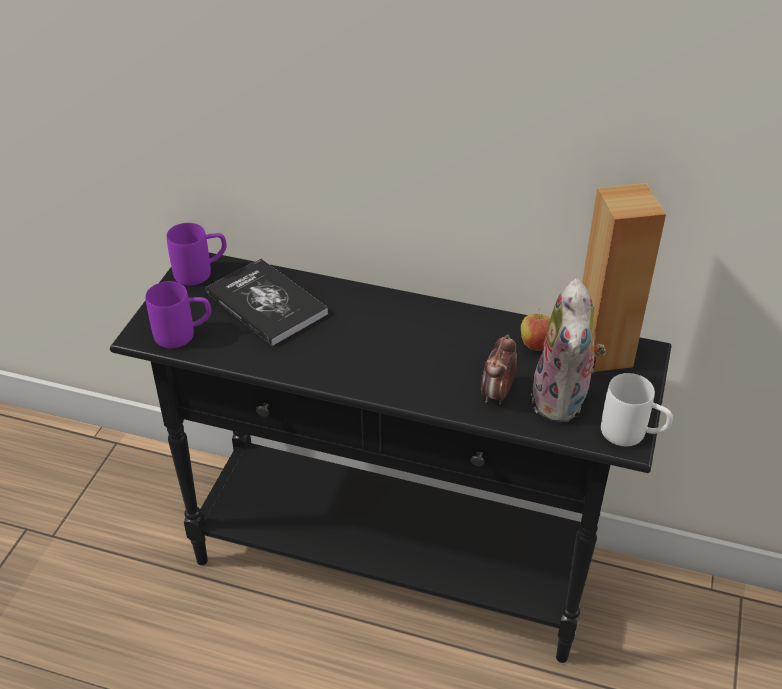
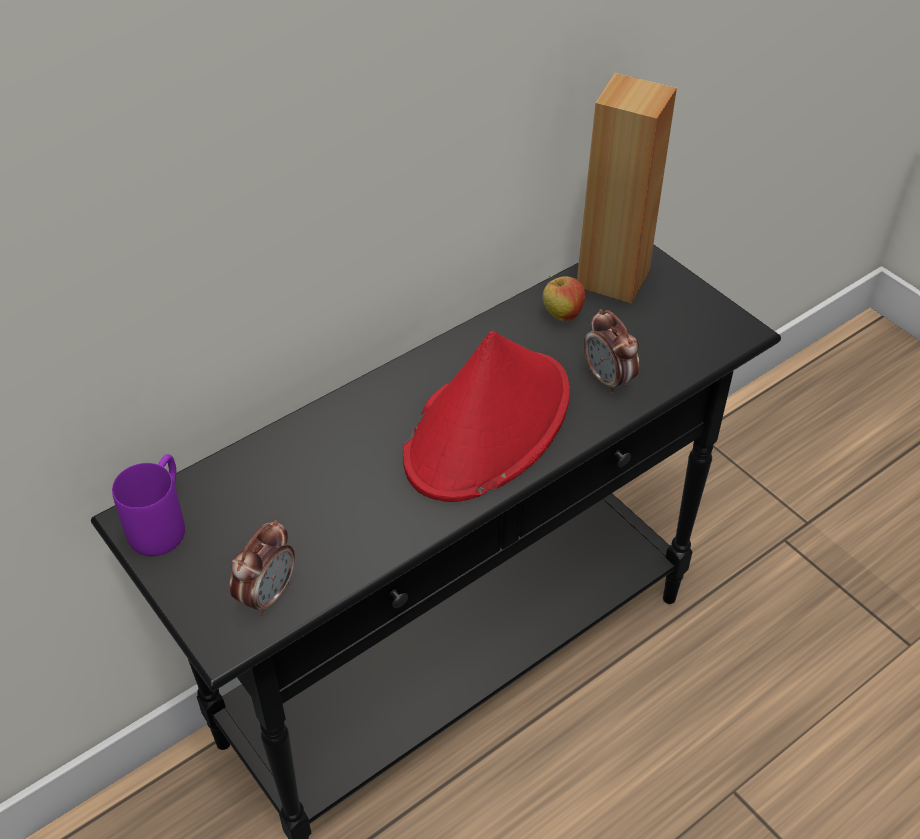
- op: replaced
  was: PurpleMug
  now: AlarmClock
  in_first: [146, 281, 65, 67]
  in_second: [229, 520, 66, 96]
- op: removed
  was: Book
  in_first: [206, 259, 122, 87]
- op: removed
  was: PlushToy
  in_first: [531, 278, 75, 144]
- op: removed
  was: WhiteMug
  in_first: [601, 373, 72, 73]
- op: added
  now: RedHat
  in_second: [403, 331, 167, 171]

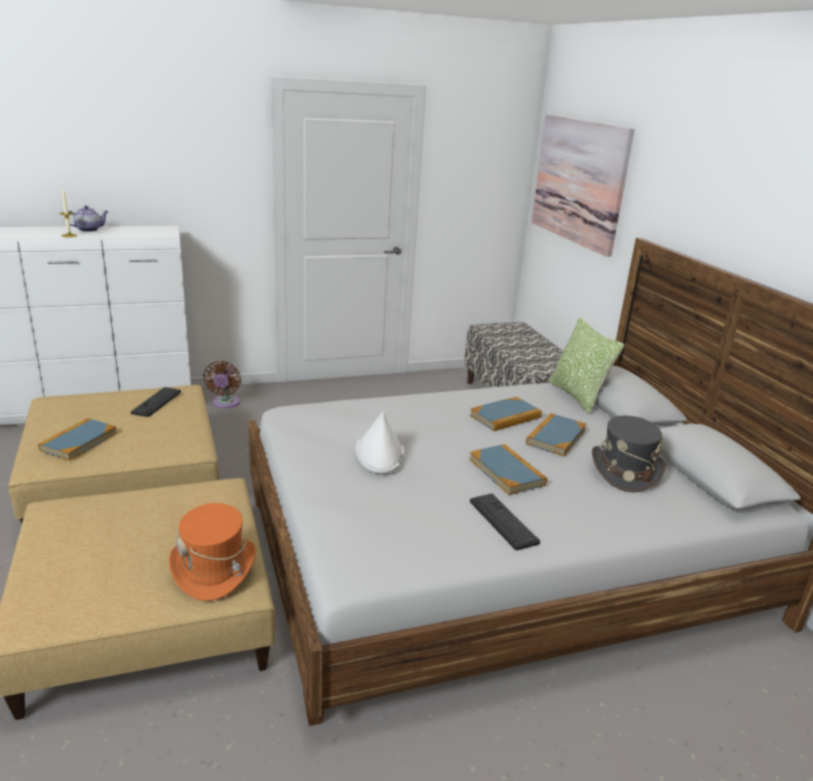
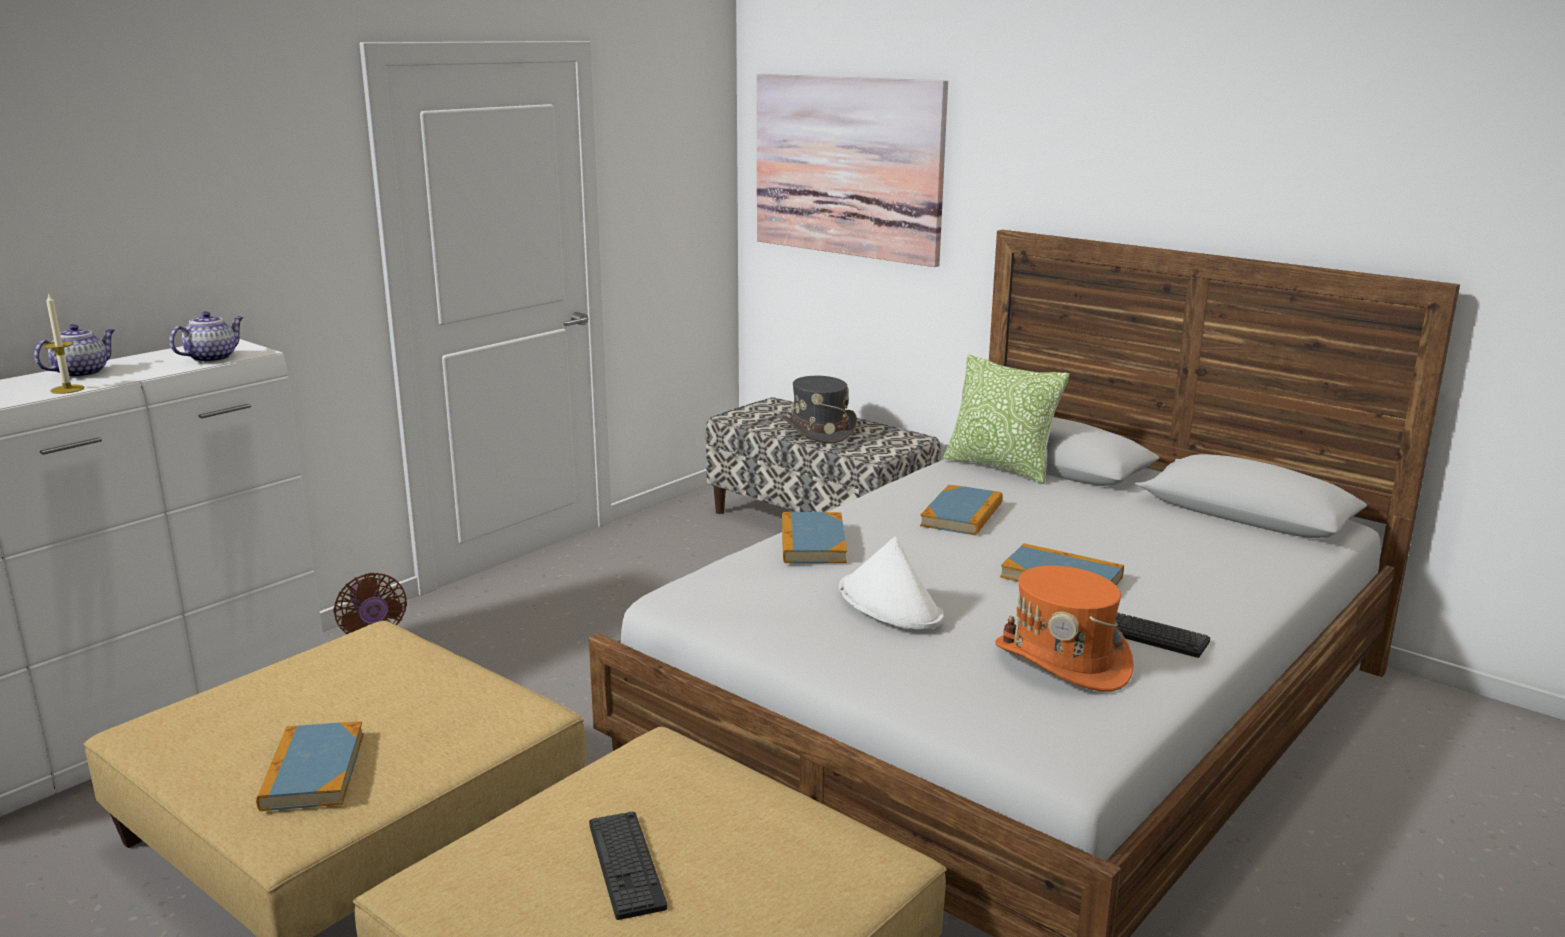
- op: moved
  was: Keyboard
  in_first: [131, 387, 50, 30]
  in_second: [589, 811, 78, 109]
- op: moved
  was: OrangeHat
  in_first: [169, 503, 87, 98]
  in_second: [995, 565, 139, 126]
- op: moved
  was: Book
  in_first: [526, 413, 61, 44]
  in_second: [782, 512, 65, 51]
- op: moved
  was: GreyHat
  in_first: [592, 416, 74, 76]
  in_second: [782, 376, 75, 68]
- op: added
  now: Teapot
  in_second: [169, 311, 75, 52]

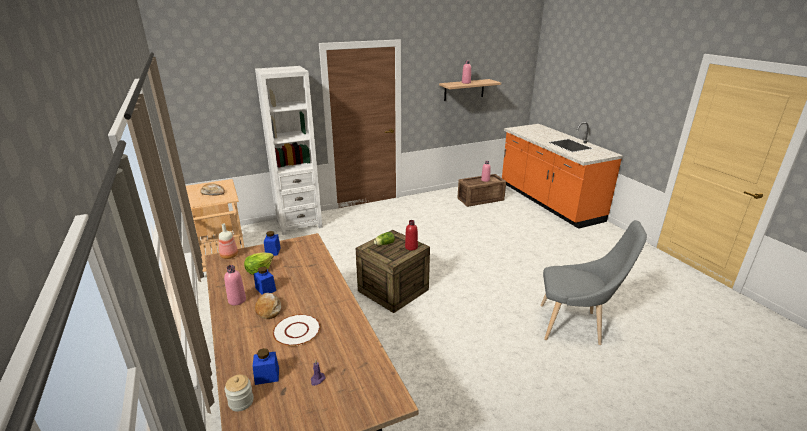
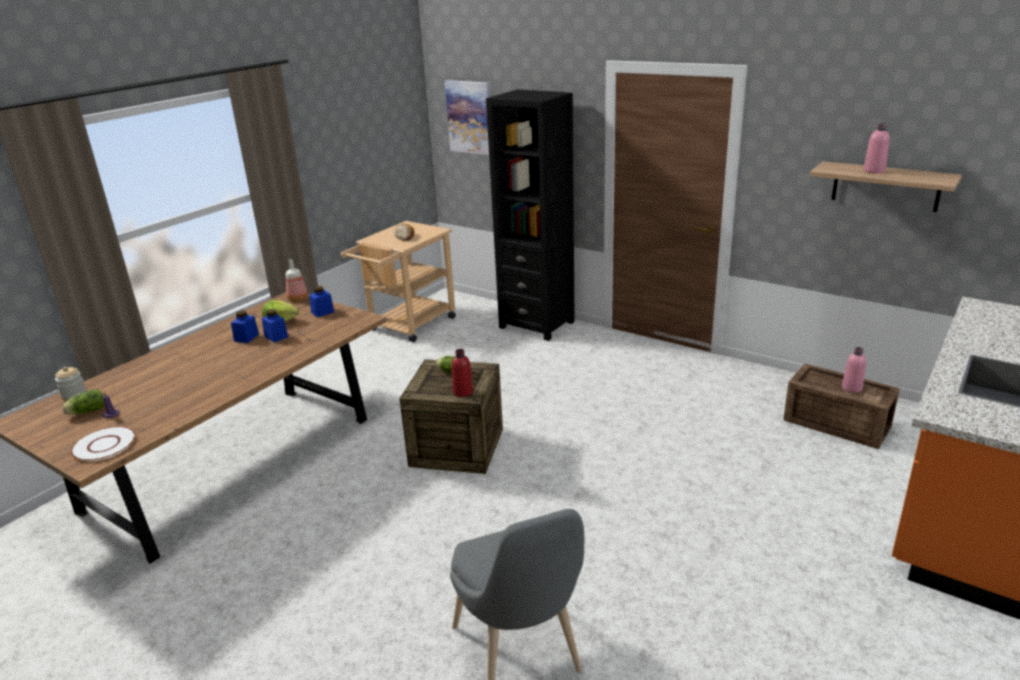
- op: removed
  was: PinkBottle
  in_first: [224, 265, 22, 41]
- op: moved
  was: BlueJar
  in_first: [252, 348, 27, 37]
  in_second: [262, 309, 26, 33]
- op: recoloured
  was: WhiteBookcase
  now: BlackBookcase
  in_first: [255, 66, 68, 169]
  in_second: [486, 89, 89, 252]
- op: removed
  was: Bread
  in_first: [255, 293, 26, 26]
- op: moved
  was: WhitePlate
  in_first: [273, 314, 47, 32]
  in_second: [70, 426, 66, 35]
- op: added
  now: Lettuce
  in_second: [62, 389, 43, 26]
- op: added
  now: Picture
  in_second: [445, 80, 45, 75]

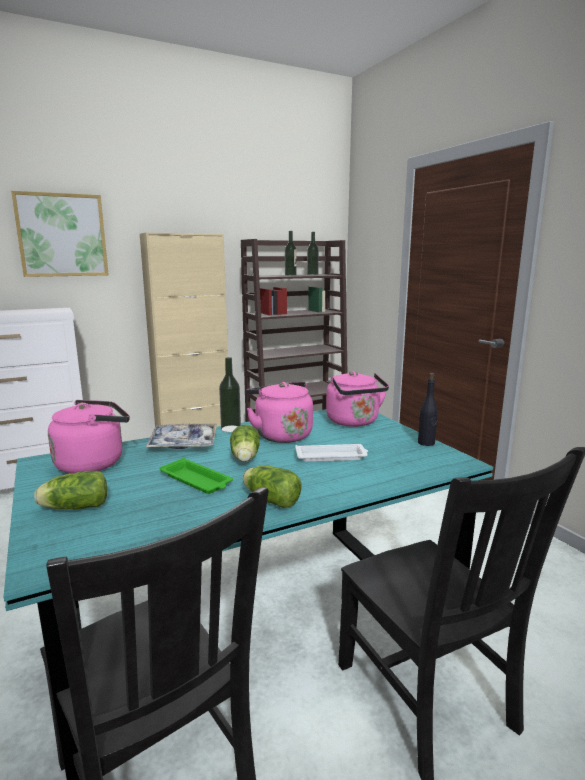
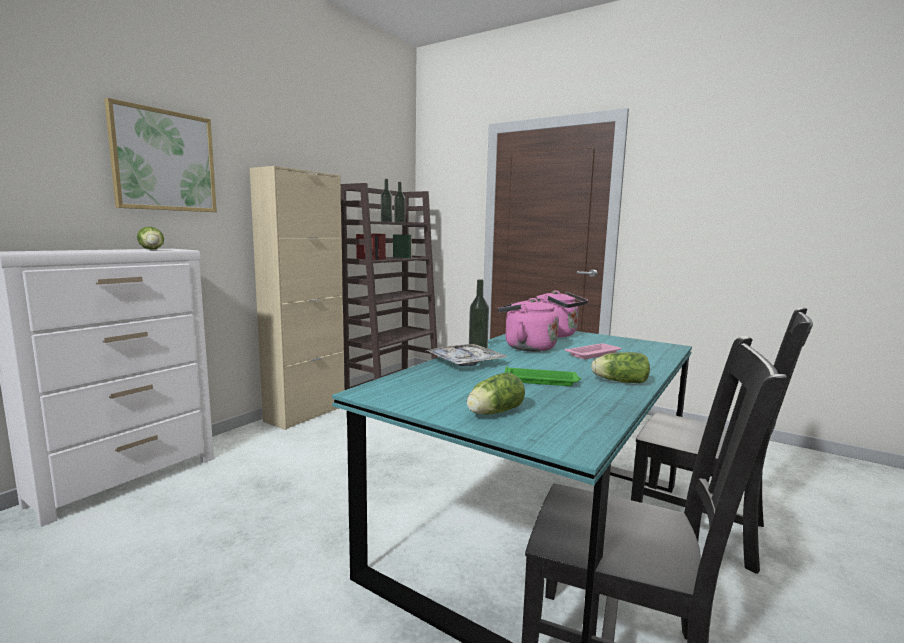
- op: removed
  was: PinkKettle
  in_first: [48, 400, 82, 73]
- op: moved
  was: Lettuce
  in_first: [230, 425, 30, 37]
  in_second: [137, 227, 27, 23]
- op: recoloured
  was: WhiteTray
  now: PinkTray
  in_first: [295, 444, 73, 18]
  in_second: [565, 343, 57, 16]
- op: removed
  was: BlackBottle
  in_first: [418, 373, 20, 73]

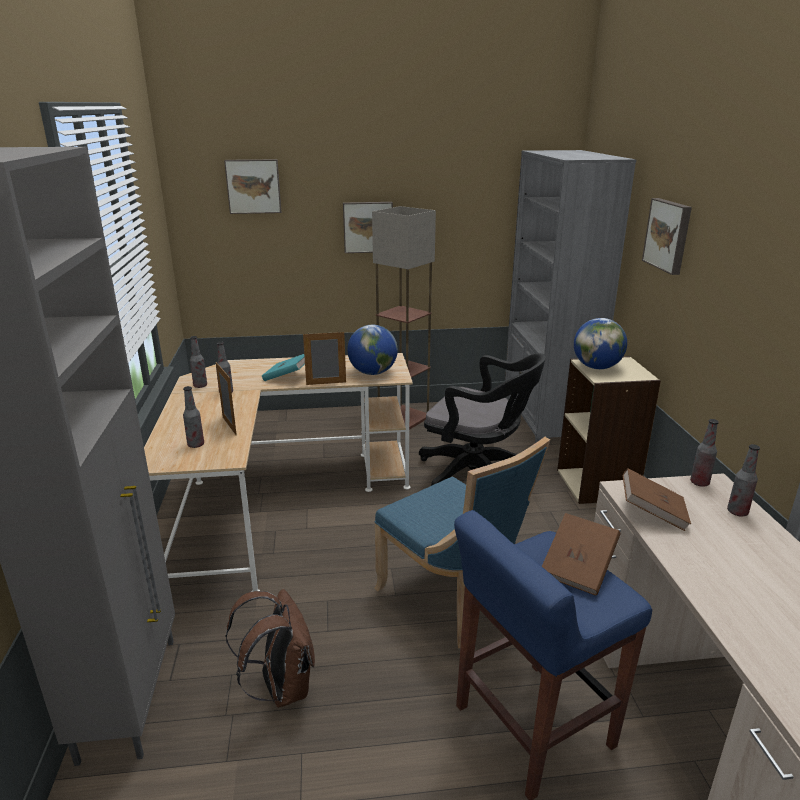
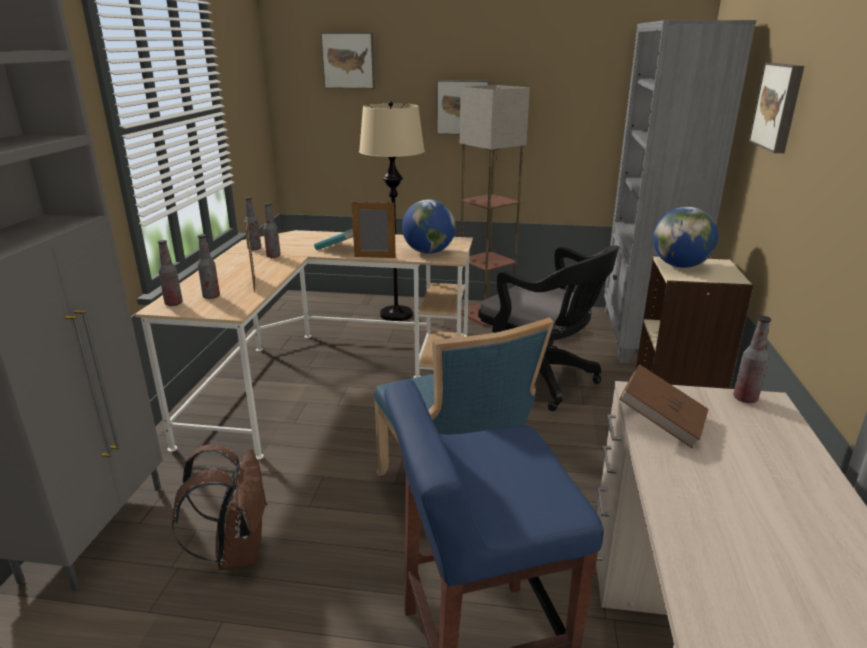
- op: removed
  was: BrownBook
  in_first: [542, 513, 78, 83]
- op: moved
  was: Bottle
  in_first: [727, 444, 33, 72]
  in_second: [158, 240, 25, 66]
- op: added
  now: BeigeFloorLamp
  in_second: [359, 101, 66, 220]

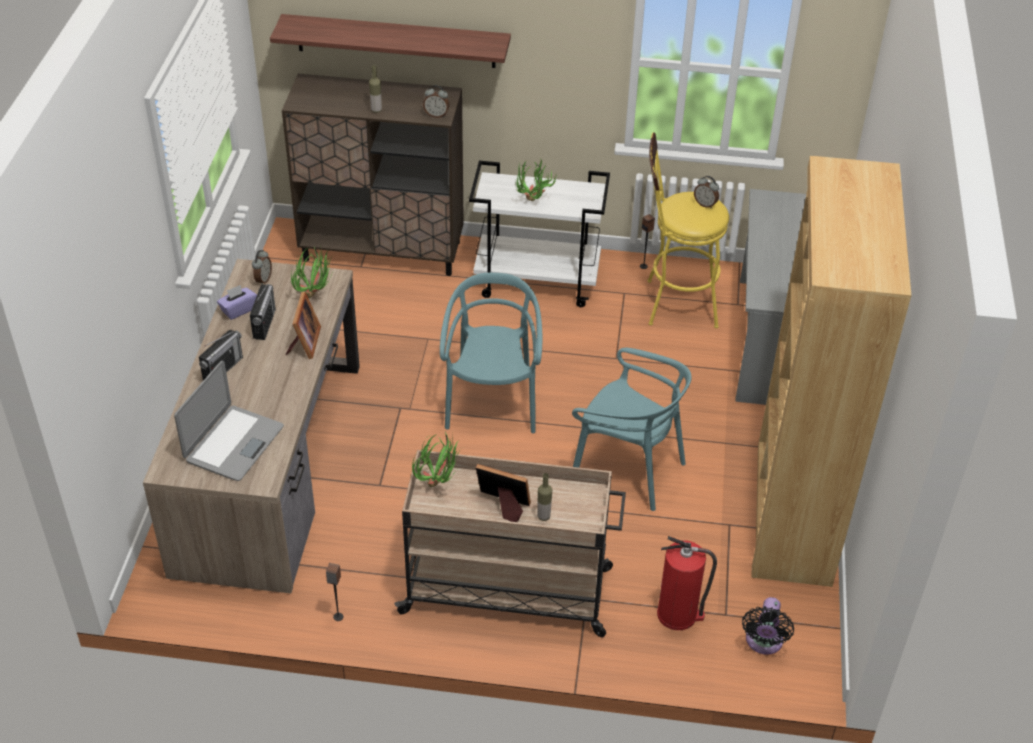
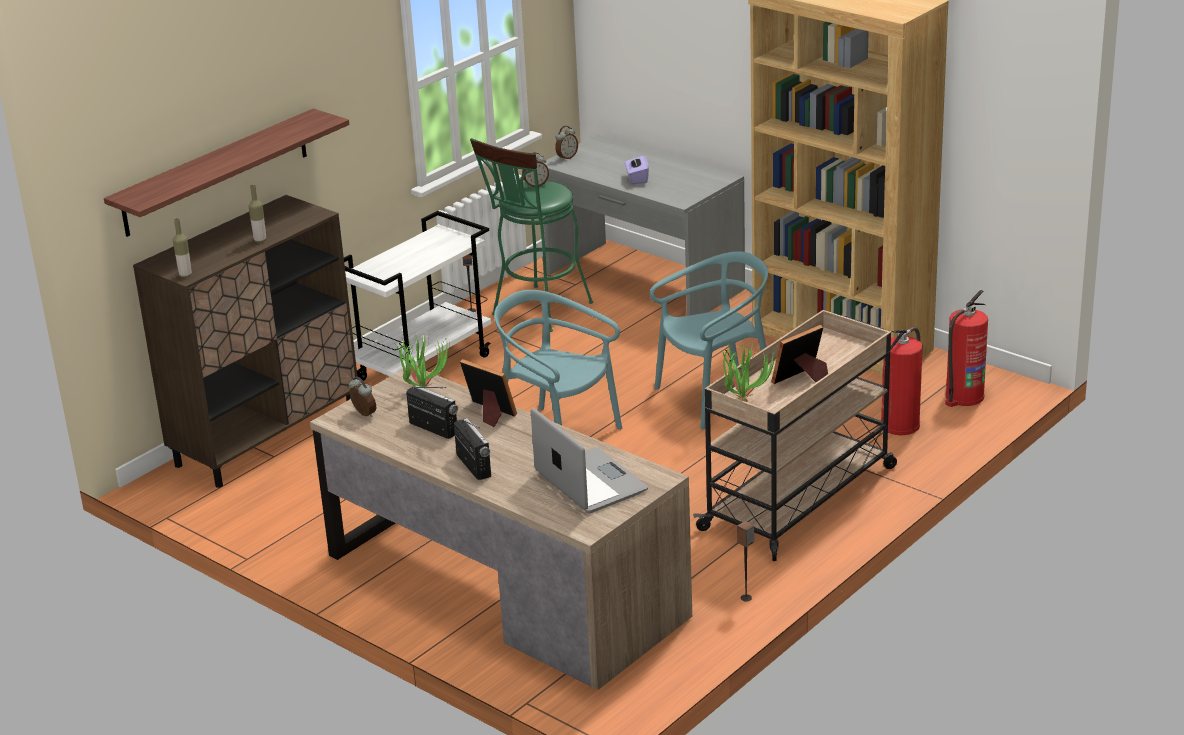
- op: moved
  was: PurpleTissueBox
  in_first: [217, 285, 40, 35]
  in_second: [625, 152, 24, 32]
- op: moved
  was: AlarmClock
  in_first: [423, 85, 27, 33]
  in_second: [555, 126, 23, 35]
- op: removed
  was: PottedPlant
  in_first: [515, 158, 43, 43]
- op: moved
  was: Bottle
  in_first: [537, 473, 15, 48]
  in_second: [173, 218, 19, 60]
- op: recoloured
  was: YellowStool
  now: GreenStool
  in_first: [647, 132, 82, 196]
  in_second: [470, 138, 123, 194]
- op: replaced
  was: BlackFan
  now: FireExtinguisher
  in_first: [742, 597, 52, 58]
  in_second: [945, 290, 43, 117]

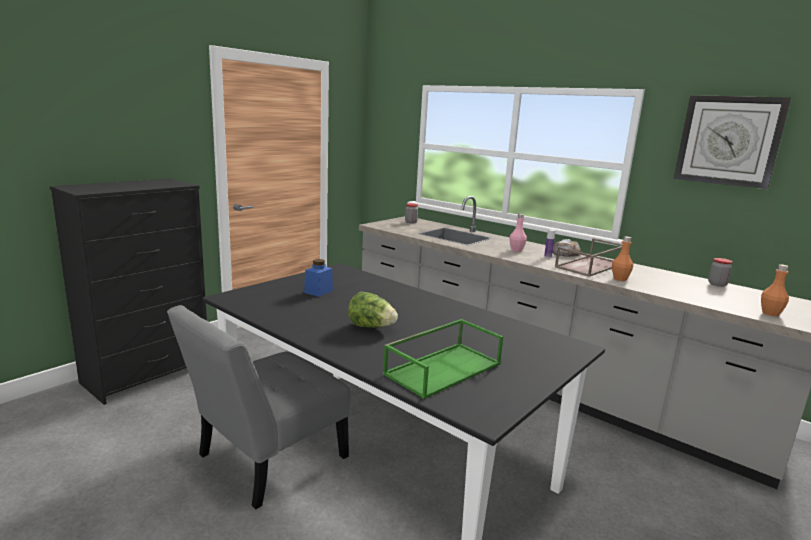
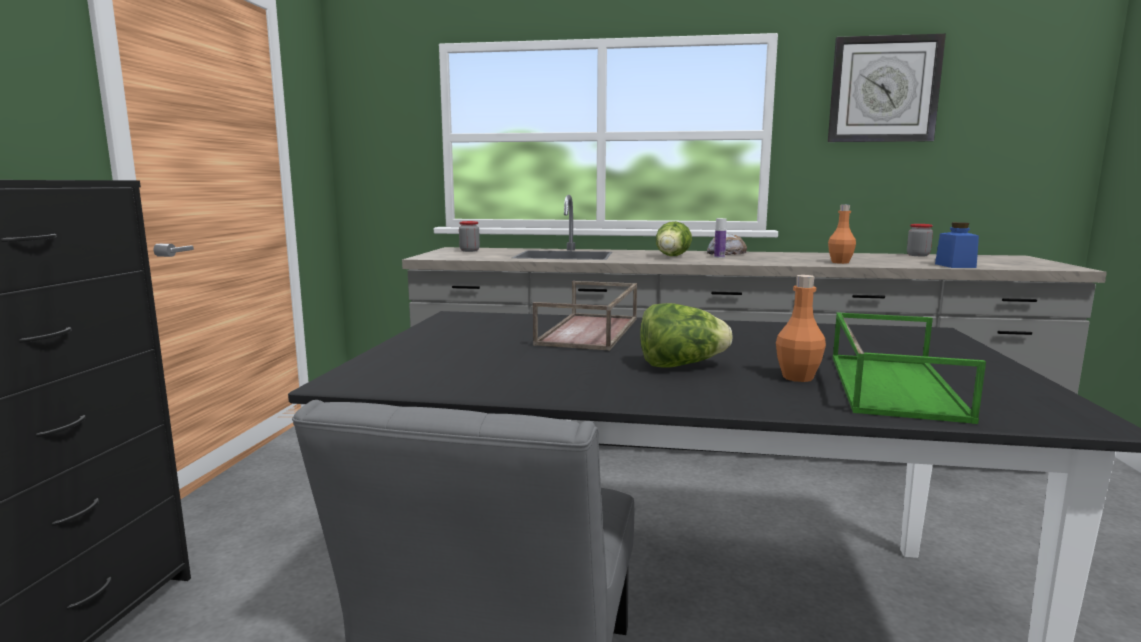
- op: moved
  was: BlueJar
  in_first: [304, 259, 29, 38]
  in_second: [935, 222, 44, 46]
- op: replaced
  was: PinkBottle
  now: Lettuce
  in_first: [510, 214, 17, 38]
  in_second: [656, 221, 36, 35]
- op: moved
  was: BrownTray
  in_first: [555, 238, 67, 39]
  in_second: [533, 281, 104, 70]
- op: moved
  was: OrangeBottle
  in_first: [761, 264, 28, 52]
  in_second: [776, 275, 50, 107]

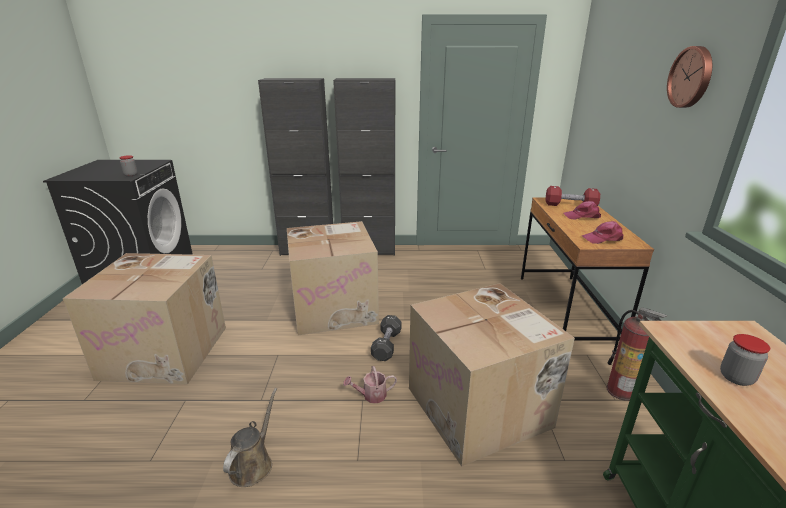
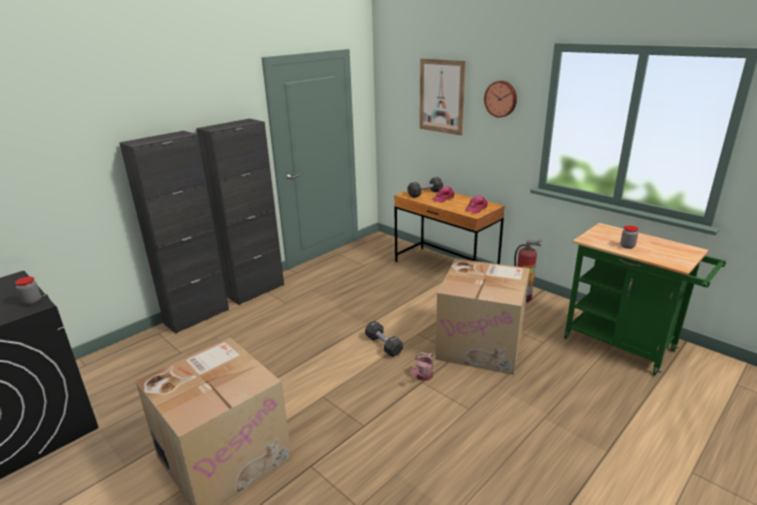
- op: removed
  was: BrownWateringCan
  in_first: [223, 388, 54, 99]
- op: removed
  was: CardboardBox
  in_first: [287, 221, 92, 114]
- op: recoloured
  was: RedDumbbell
  now: BlackDumbbell
  in_first: [546, 186, 54, 20]
  in_second: [408, 177, 35, 21]
- op: added
  now: Picture
  in_second: [420, 58, 46, 78]

